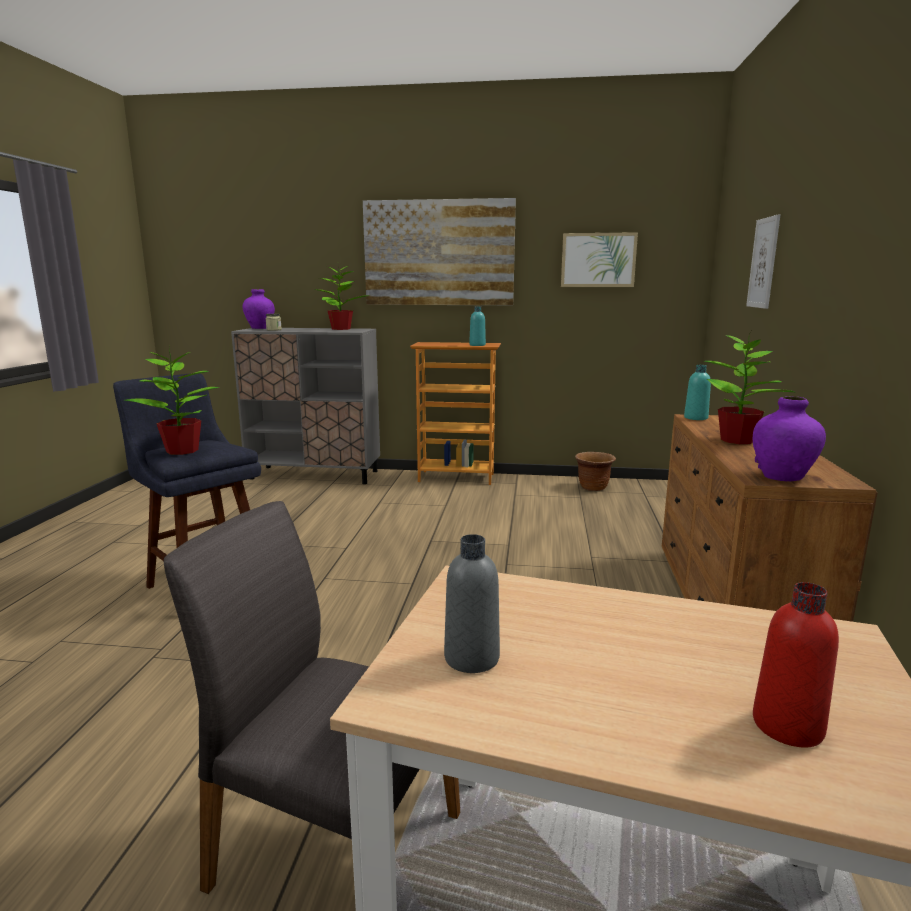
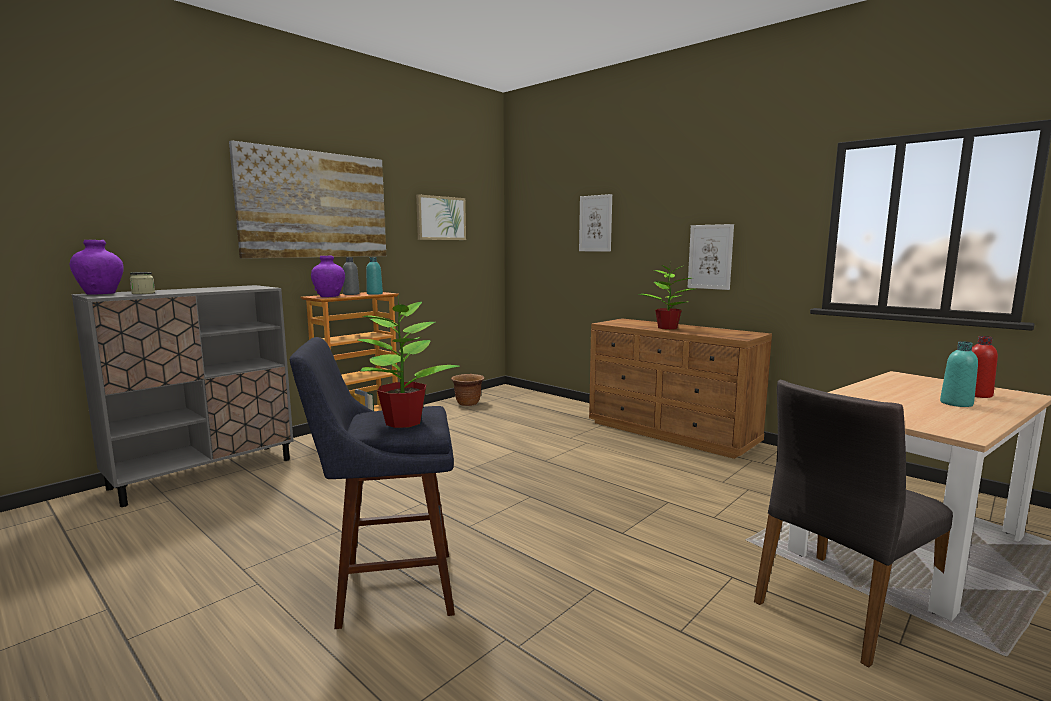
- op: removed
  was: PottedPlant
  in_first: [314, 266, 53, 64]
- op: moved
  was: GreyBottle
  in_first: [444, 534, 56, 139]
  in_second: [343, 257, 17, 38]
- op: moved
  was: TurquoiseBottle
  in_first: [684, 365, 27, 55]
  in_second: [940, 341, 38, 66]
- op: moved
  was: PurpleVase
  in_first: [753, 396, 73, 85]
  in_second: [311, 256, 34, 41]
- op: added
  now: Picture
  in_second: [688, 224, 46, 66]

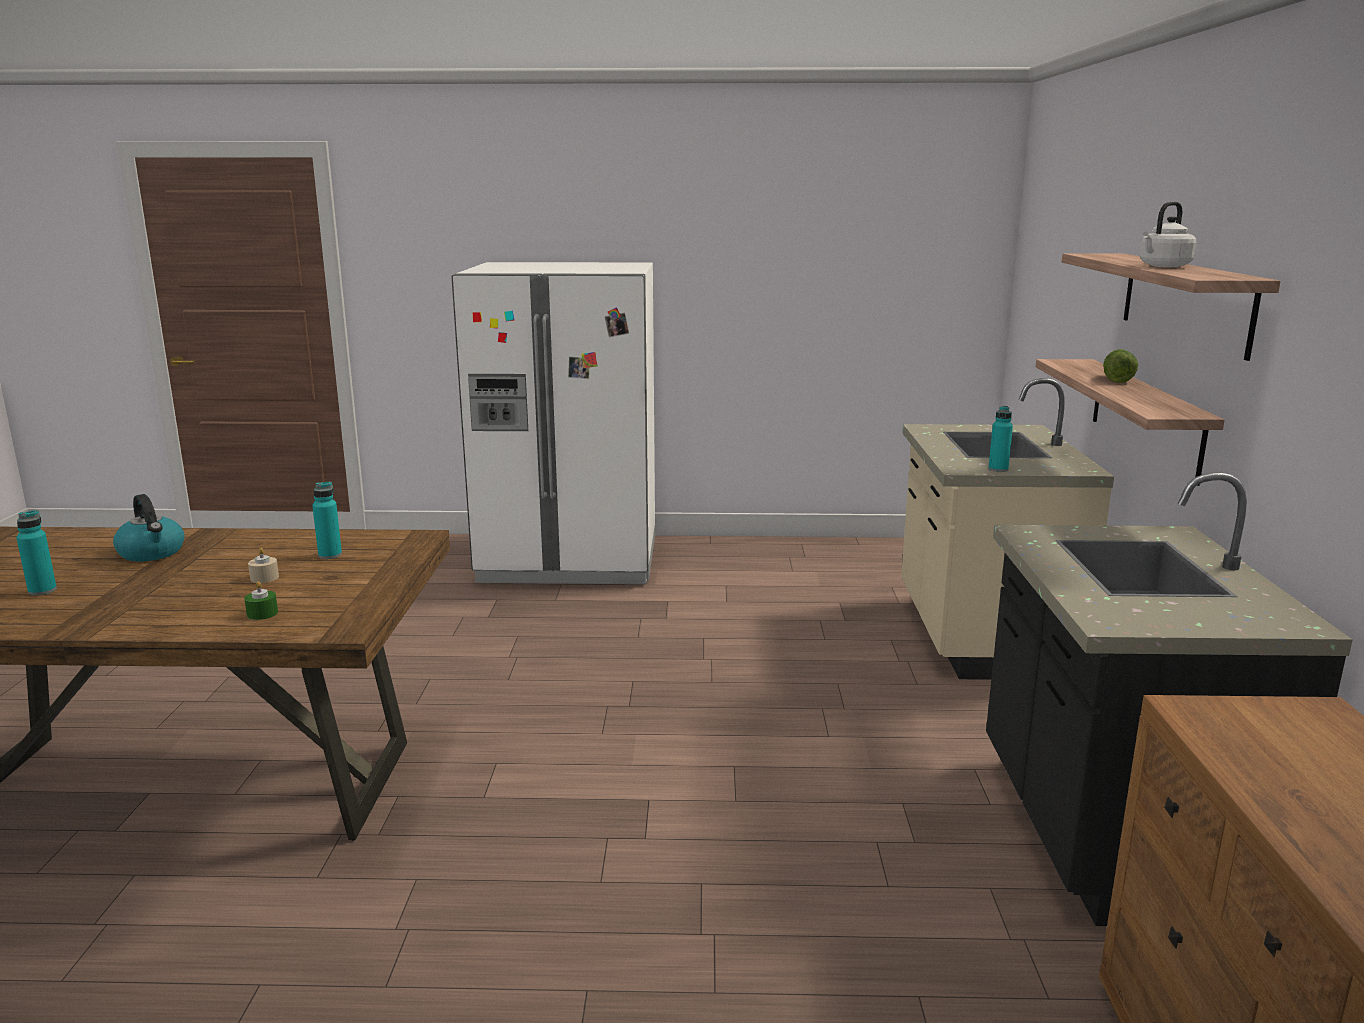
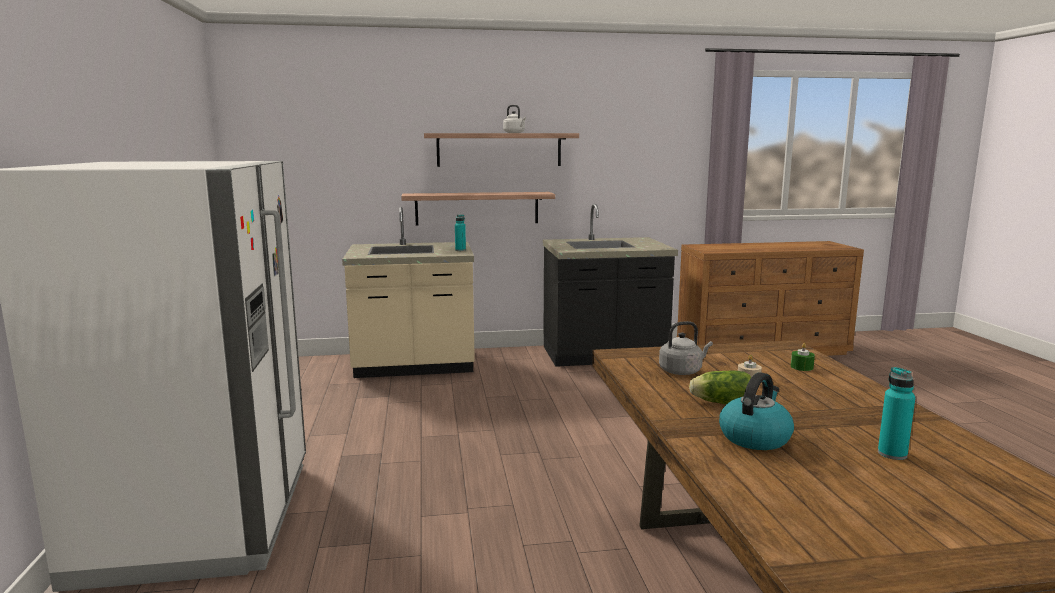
- op: replaced
  was: TurquoiseBottle
  now: GreyKettle
  in_first: [312, 482, 30, 77]
  in_second: [659, 321, 54, 54]
- op: moved
  was: Lettuce
  in_first: [1103, 349, 35, 34]
  in_second: [689, 370, 62, 34]

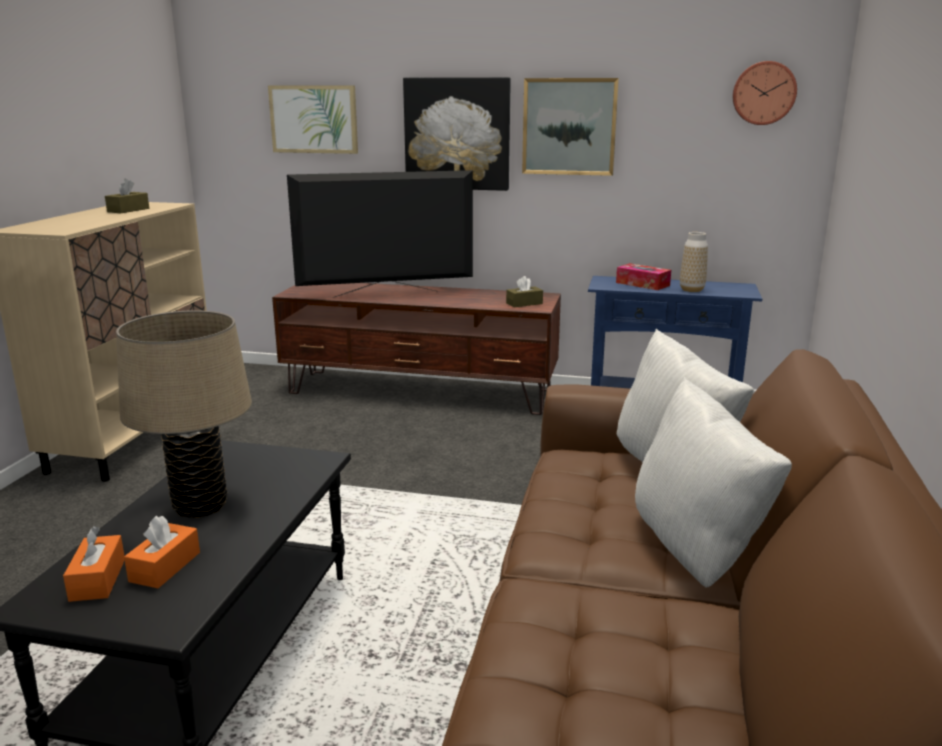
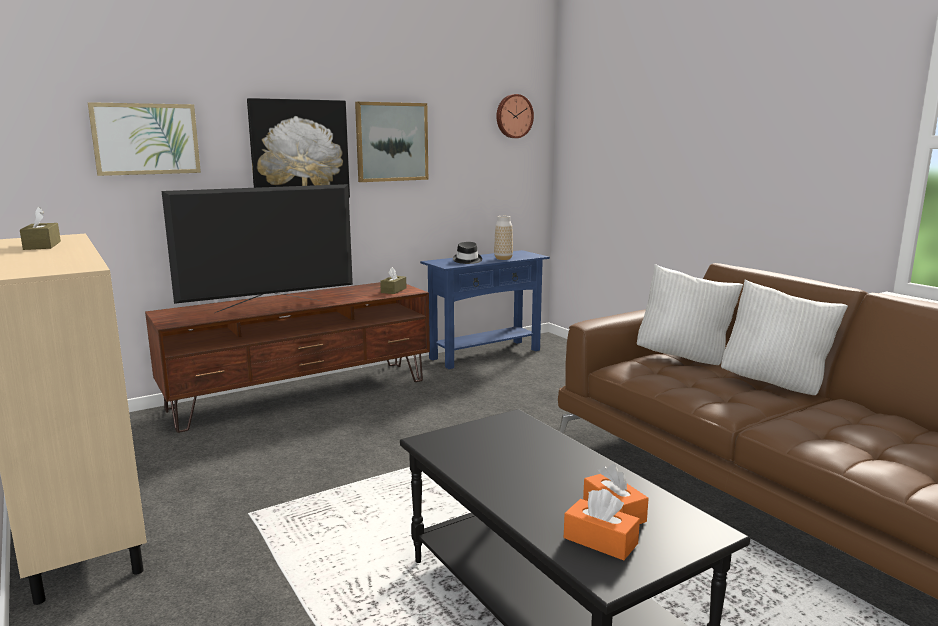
- op: removed
  was: BeigeTableLamp
  in_first: [116, 310, 136, 208]
- op: turned
  was: Television
  in_first: [287, 170, 186, 128]
  in_second: [162, 184, 191, 129]
  clockwise: -150
- op: replaced
  was: TissueBox
  now: BlackHat
  in_first: [616, 263, 55, 27]
  in_second: [453, 242, 29, 22]

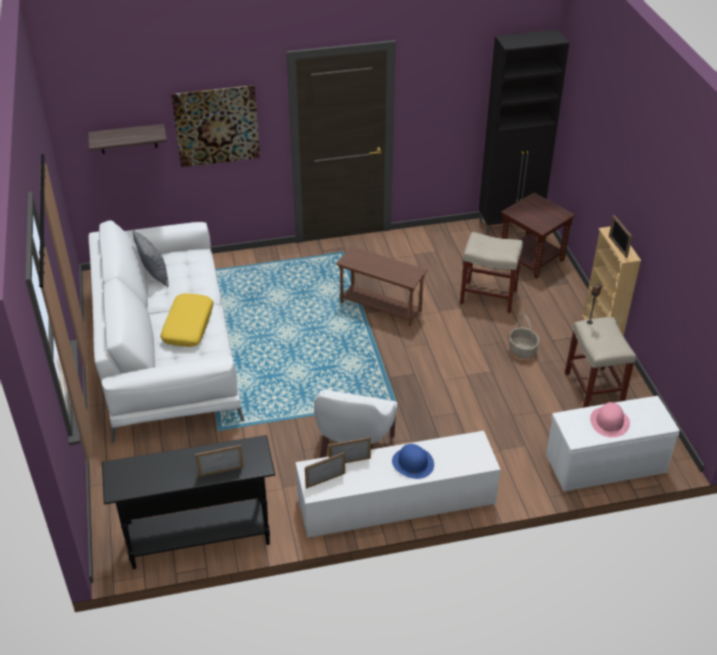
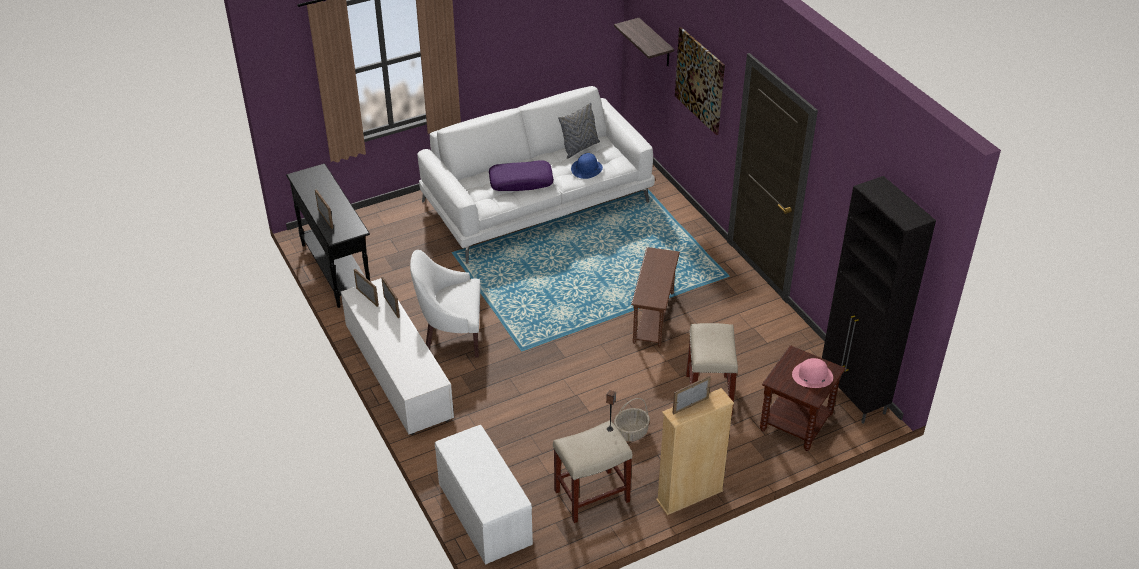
- op: recoloured
  was: YellowPillow
  now: PurplePillow
  in_first: [161, 293, 53, 54]
  in_second: [489, 160, 65, 31]
- op: moved
  was: BlueHat
  in_first: [392, 444, 42, 35]
  in_second: [571, 153, 32, 26]
- op: moved
  was: PinkHat
  in_first: [590, 402, 40, 36]
  in_second: [792, 358, 41, 30]

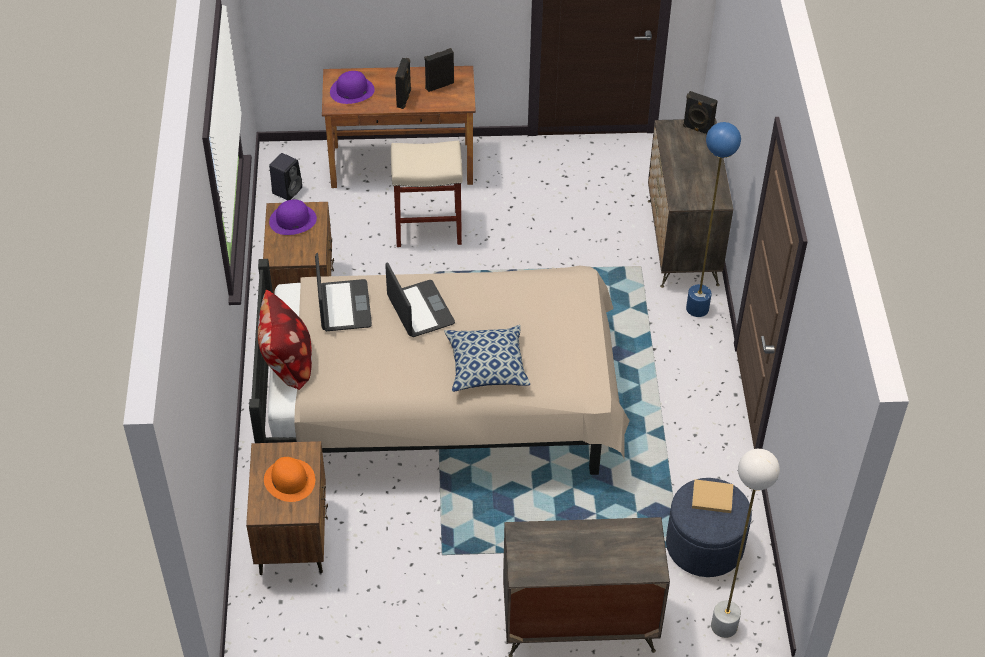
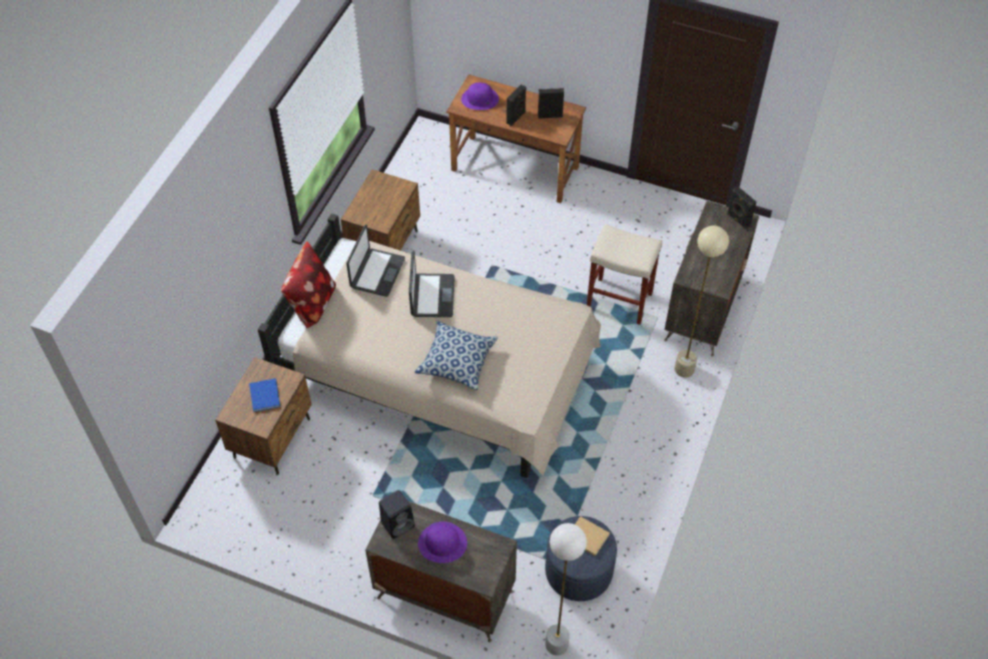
- op: replaced
  was: OrangeHat
  now: BlueBook
  in_first: [264, 457, 51, 45]
  in_second: [249, 378, 31, 34]
- op: moved
  was: BlackSpeaker
  in_first: [269, 153, 33, 47]
  in_second: [379, 490, 36, 49]
- op: moved
  was: PurpleHat
  in_first: [269, 200, 48, 35]
  in_second: [418, 522, 49, 41]
- op: moved
  was: BeigeStool
  in_first: [391, 140, 72, 107]
  in_second: [587, 224, 75, 101]
- op: recoloured
  was: BlueFloorLamp
  now: BeigeFloorLamp
  in_first: [686, 122, 55, 195]
  in_second: [674, 226, 55, 152]

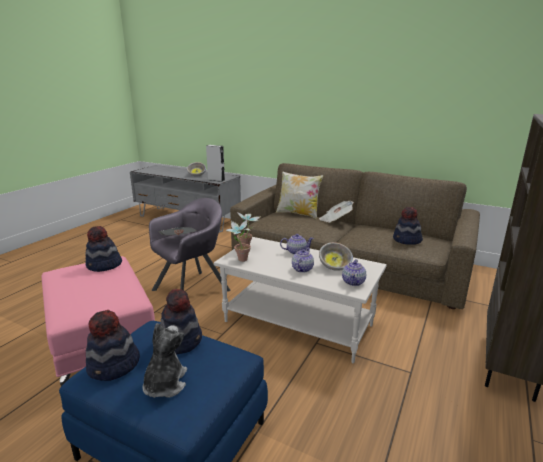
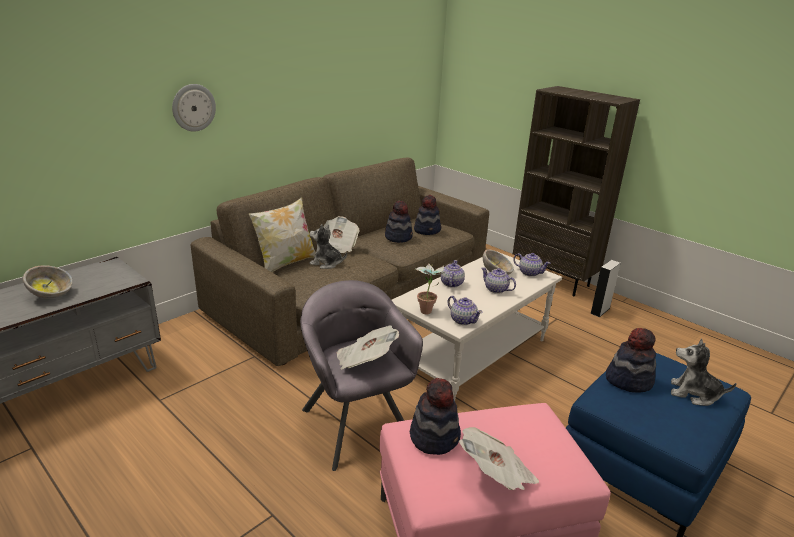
- op: moved
  was: Hat
  in_first: [86, 310, 54, 71]
  in_second: [385, 201, 28, 42]
- op: moved
  was: GreySpeaker
  in_first: [206, 145, 19, 37]
  in_second: [590, 260, 31, 57]
- op: replaced
  was: PottedPlant
  now: Teapot
  in_first: [225, 220, 26, 42]
  in_second: [447, 296, 36, 29]
- op: added
  now: WallClock
  in_second: [172, 84, 44, 48]
- op: added
  now: PlushToy
  in_second: [309, 224, 38, 45]
- op: added
  now: Newspaper
  in_second: [459, 427, 80, 64]

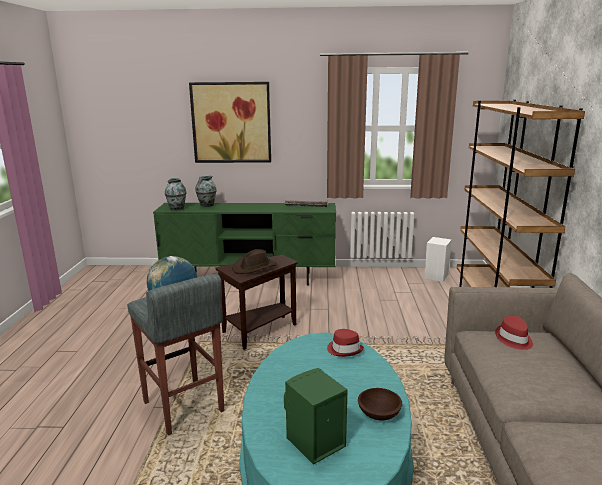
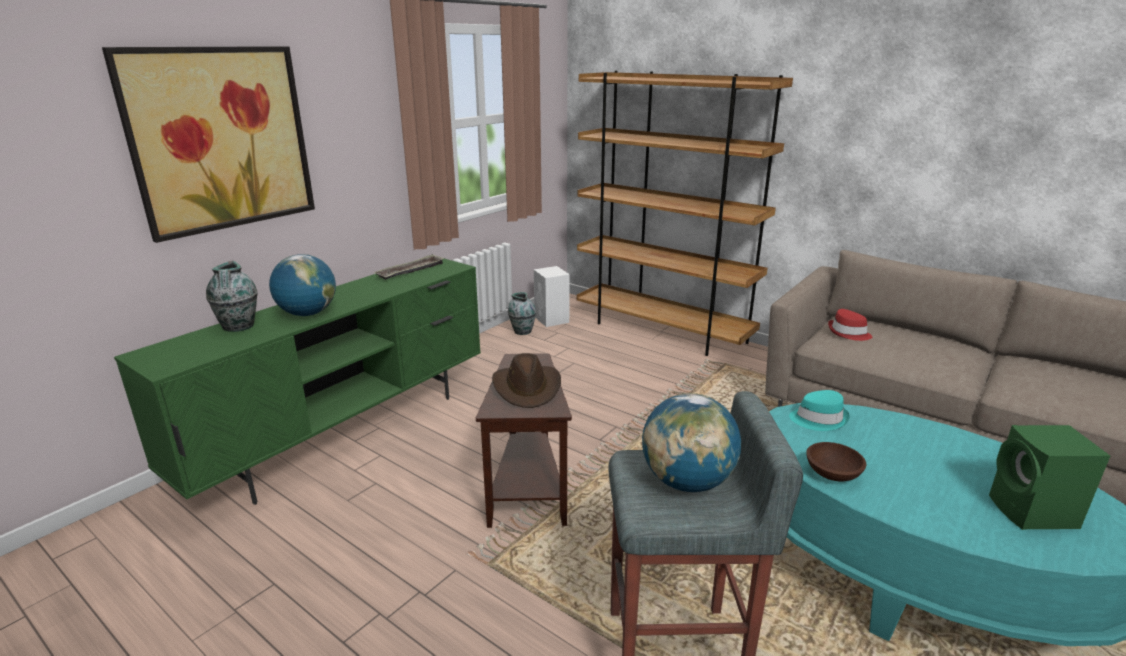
- op: moved
  was: Vase
  in_first: [165, 178, 21, 32]
  in_second: [508, 292, 28, 43]
- op: recoloured
  was: RedHat
  now: TurquoiseHat
  in_first: [327, 329, 37, 28]
  in_second: [789, 390, 61, 41]
- op: moved
  was: BrownBowl
  in_first: [358, 388, 44, 33]
  in_second: [806, 442, 60, 40]
- op: added
  now: Globe
  in_second: [269, 254, 67, 62]

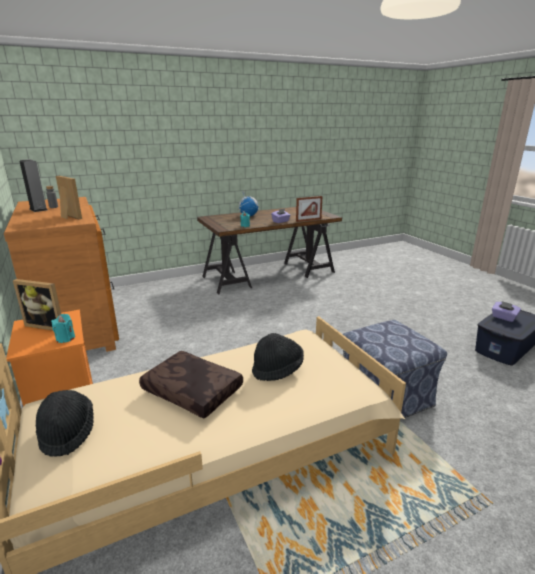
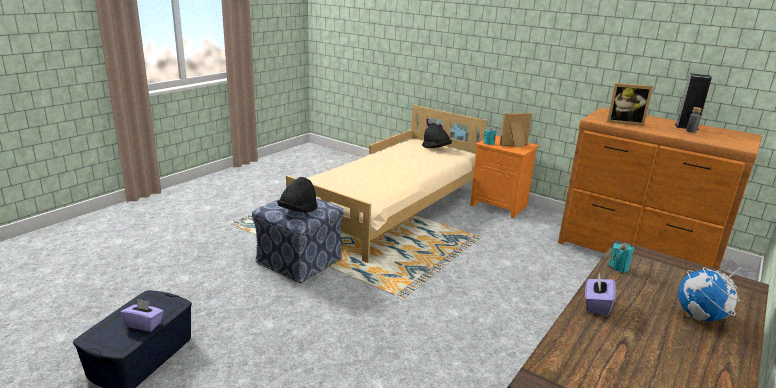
- op: removed
  was: BrownPillow
  in_first: [139, 351, 104, 68]
- op: moved
  was: BlackHat
  in_first: [252, 333, 52, 48]
  in_second: [277, 177, 41, 35]
- op: removed
  was: PictureFrame
  in_first: [296, 196, 27, 26]

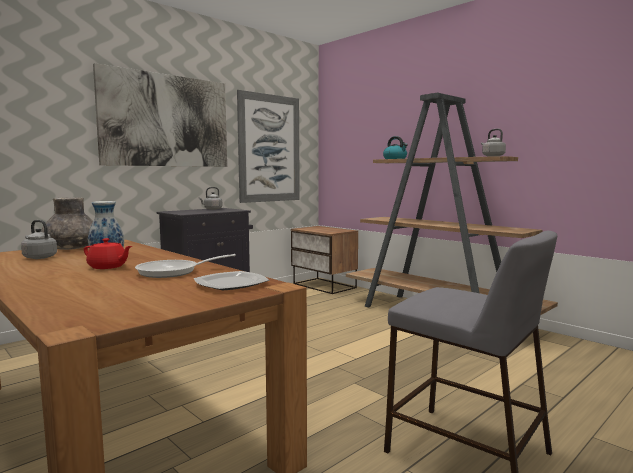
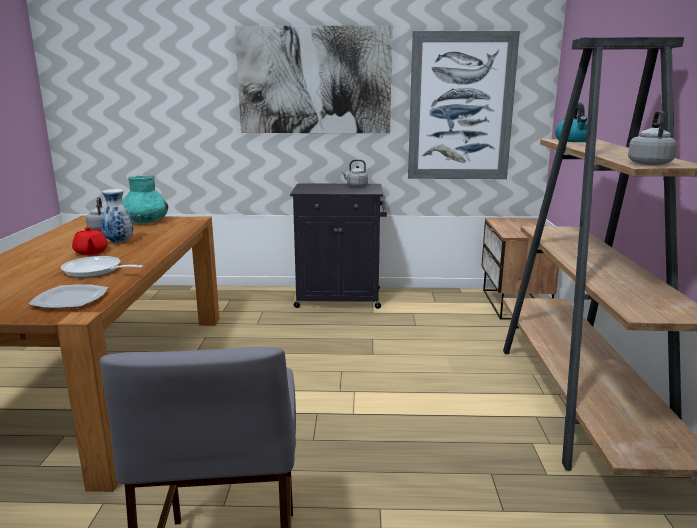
- op: recoloured
  was: GreyVase
  now: TurquoiseVase
  in_first: [41, 197, 52, 53]
  in_second: [123, 175, 45, 48]

